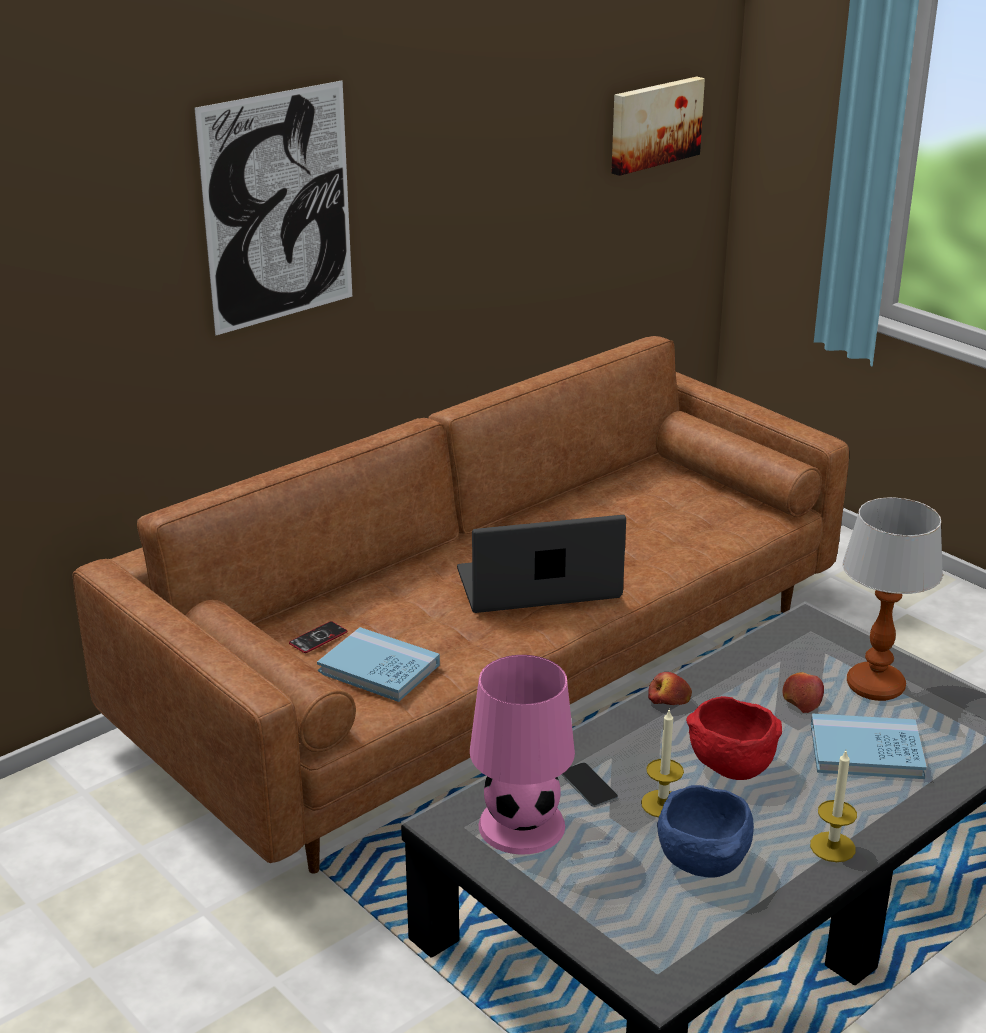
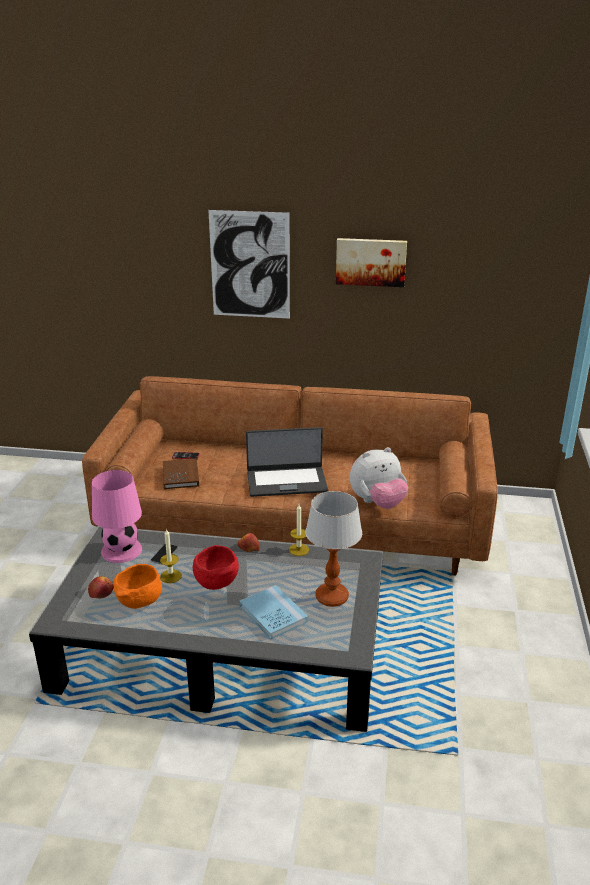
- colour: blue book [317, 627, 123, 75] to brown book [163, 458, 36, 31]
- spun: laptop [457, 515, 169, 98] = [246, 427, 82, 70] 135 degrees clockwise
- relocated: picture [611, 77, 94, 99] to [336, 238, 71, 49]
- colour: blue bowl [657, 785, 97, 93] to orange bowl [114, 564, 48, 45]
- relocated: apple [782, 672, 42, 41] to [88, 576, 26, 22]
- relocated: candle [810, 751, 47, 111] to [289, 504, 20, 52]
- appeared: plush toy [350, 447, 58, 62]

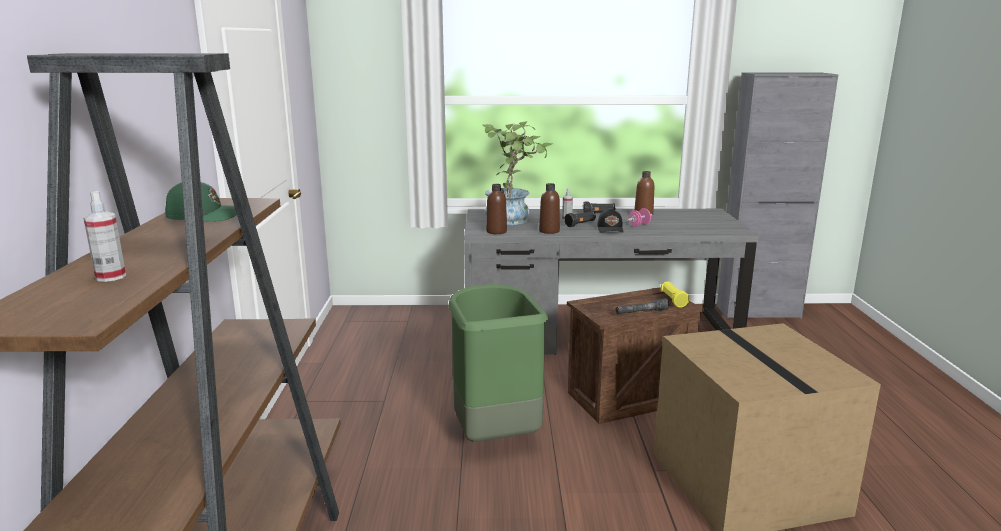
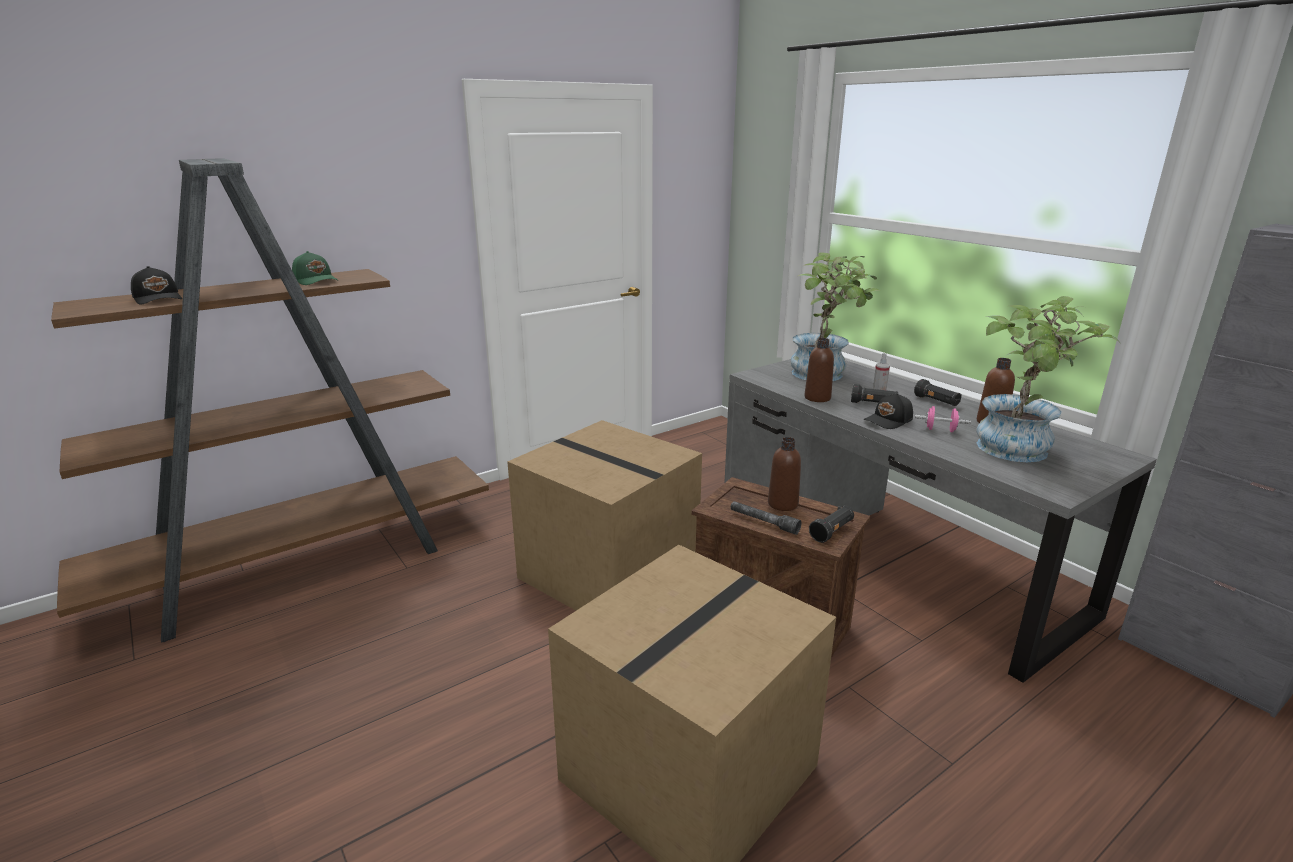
- exchanged: spray bottle [83, 191, 43, 91] to black cap [131, 266, 51, 39]
- exchanged: green trash can [448, 284, 100, 158] to cardboard box [507, 420, 195, 190]
- relocated: brown bottle [486, 184, 21, 50] to [768, 437, 33, 74]
- colour: yellow flashlight [661, 282, 28, 25] to black flashlight [809, 506, 45, 37]
- appeared: potted plant [976, 296, 144, 166]

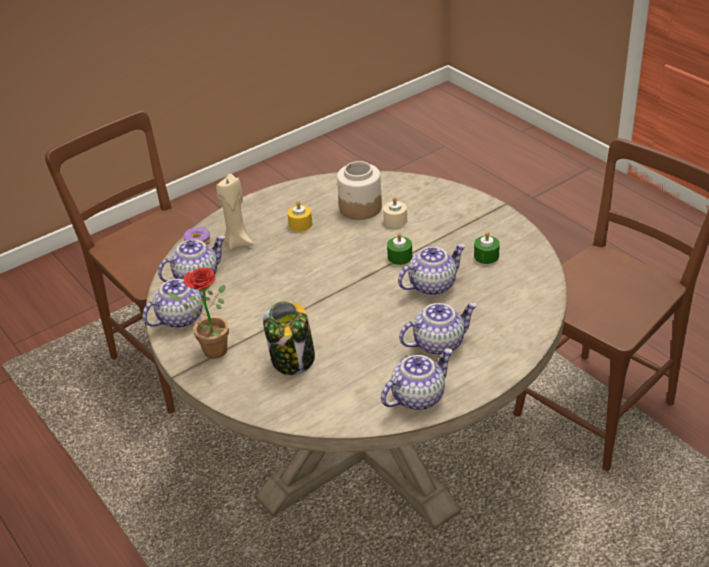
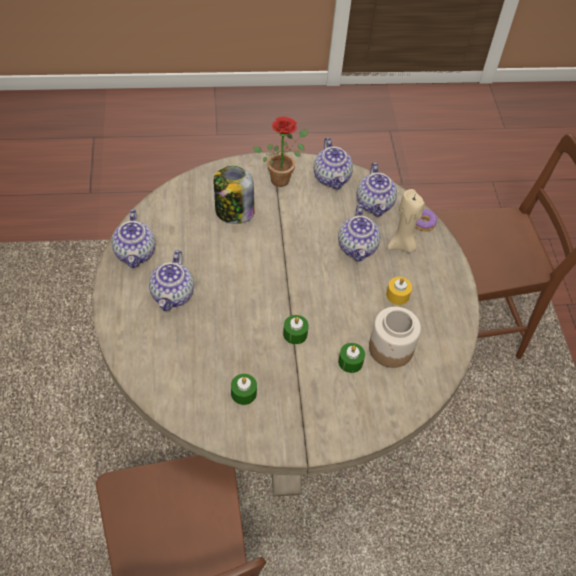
- colour: beige candle [383, 197, 24, 31] to green candle [338, 343, 27, 30]
- relocated: teapot [398, 244, 68, 52] to [338, 205, 42, 57]

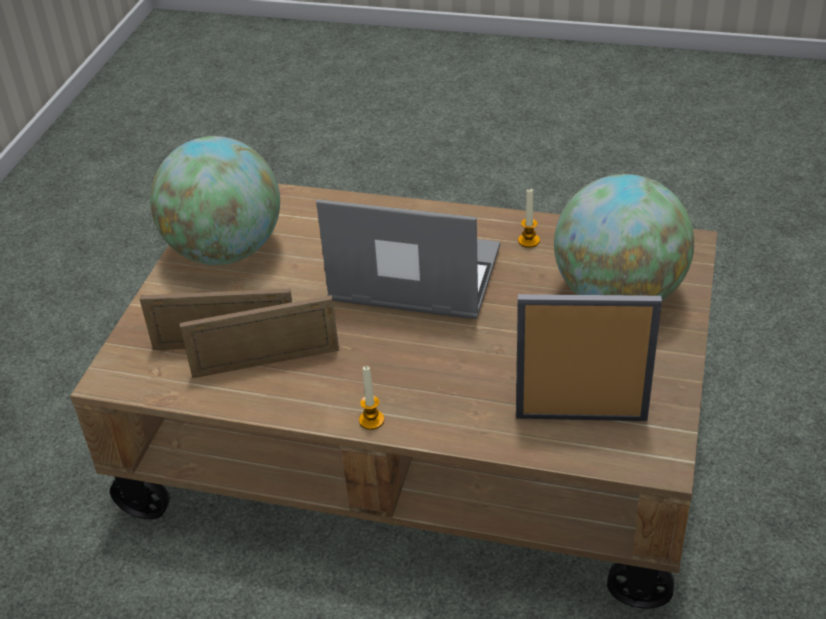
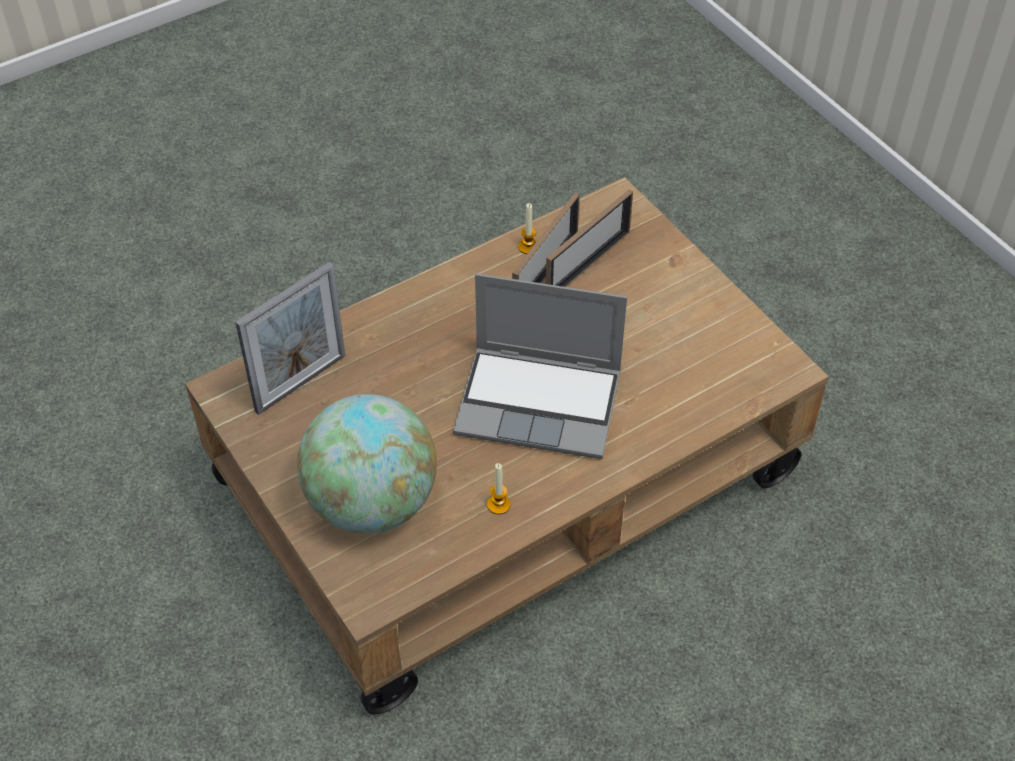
- missing: globe [150, 136, 130, 129]
- spun: laptop [316, 200, 184, 119] = [453, 273, 174, 186] 45 degrees clockwise
- relocated: candle [359, 366, 25, 64] to [518, 203, 18, 51]

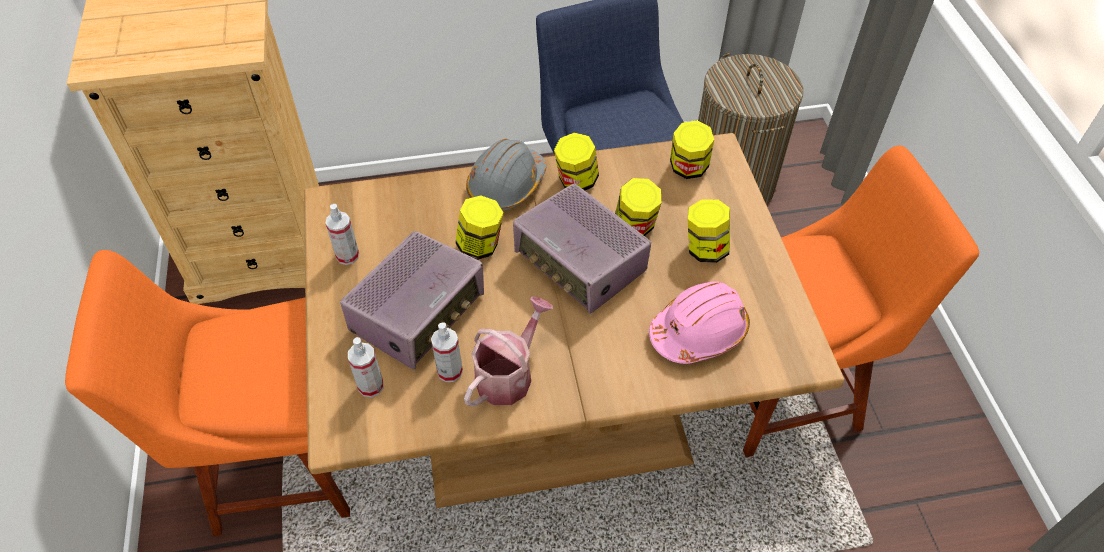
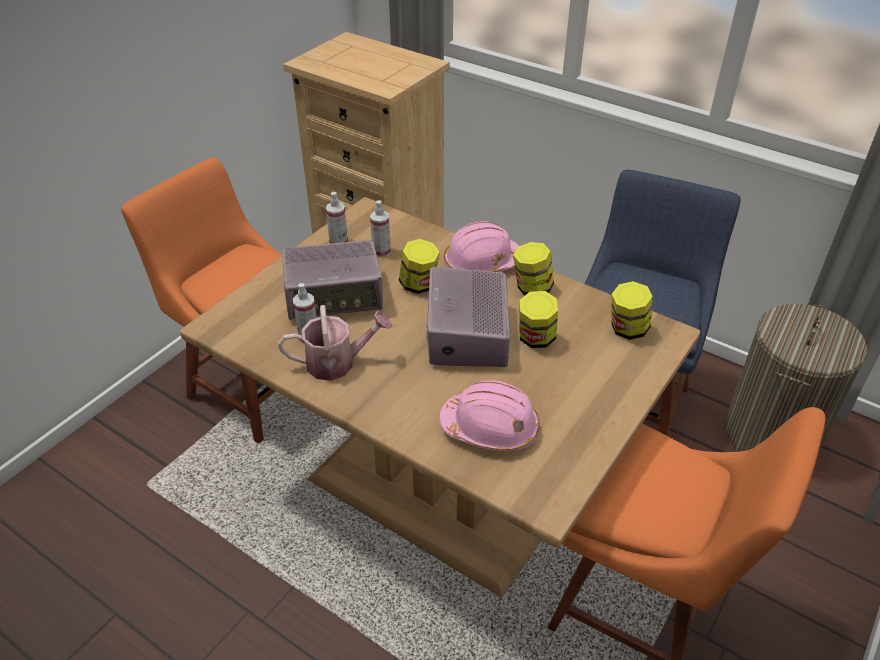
- relocated: spray bottle [348, 337, 36, 60] to [370, 200, 21, 58]
- colour: grey hard hat [466, 139, 80, 71] to pink hard hat [444, 221, 75, 51]
- missing: jar [688, 199, 42, 64]

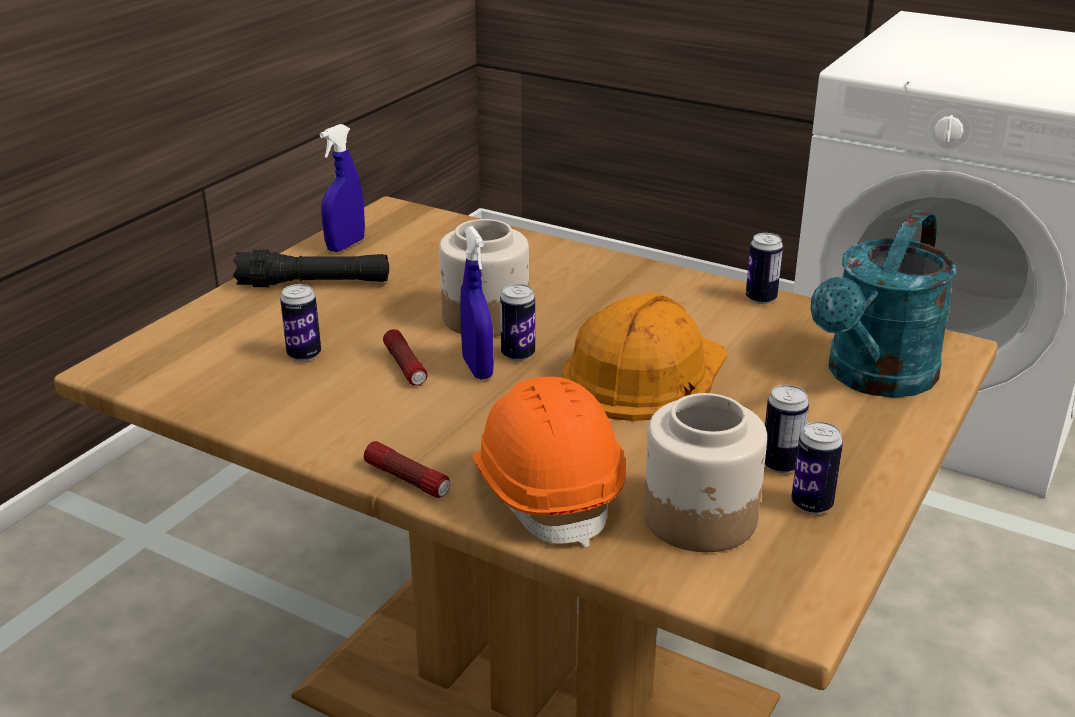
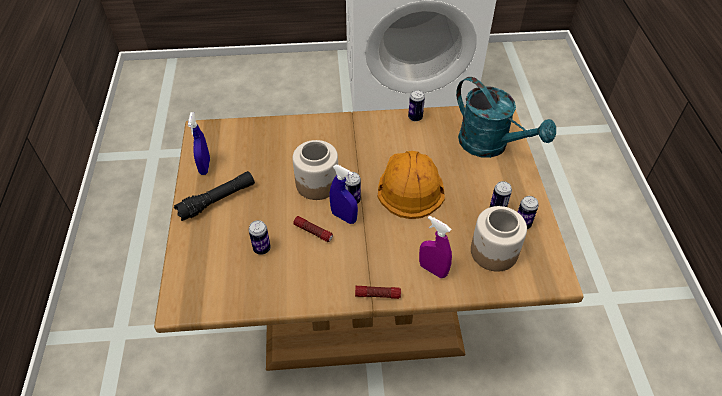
- exchanged: orange hard hat [472, 377, 154, 171] to purple spray bottle [419, 216, 33, 62]
- spun: turquoise watering can [810, 210, 146, 188] = [456, 77, 100, 81] 45 degrees counterclockwise

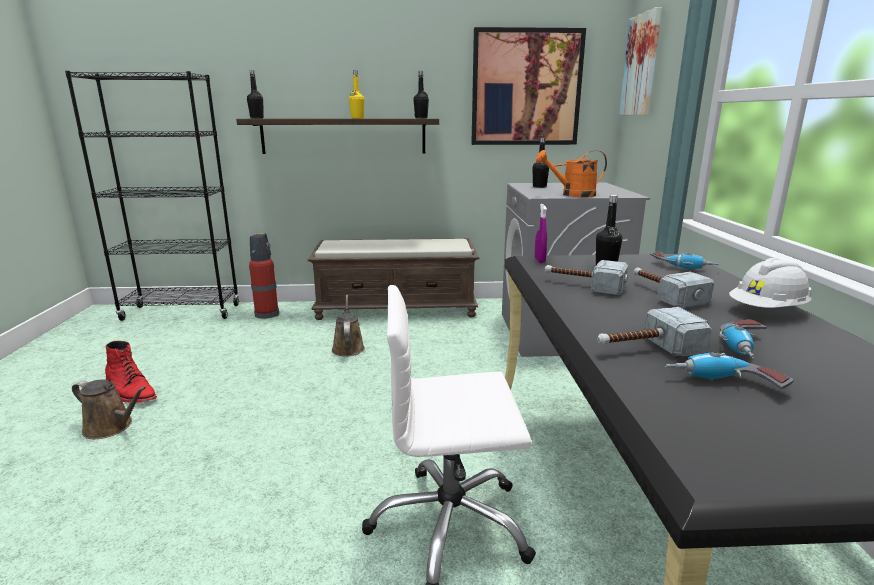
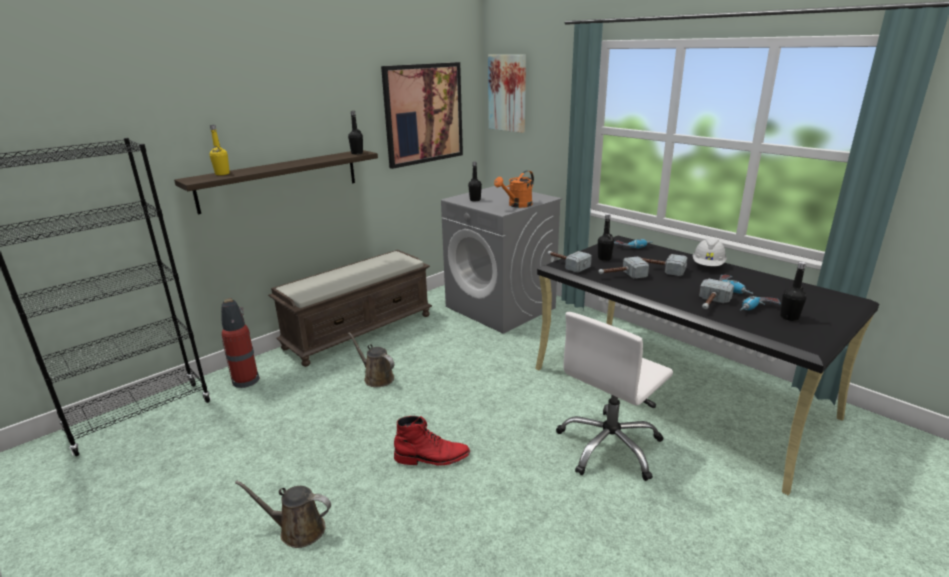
- spun: brown watering can [72, 380, 74, 59] = [235, 480, 96, 68] 150 degrees counterclockwise
- relocated: red boot [105, 341, 52, 62] to [394, 416, 76, 50]
- relocated: black bottle [247, 70, 17, 48] to [780, 262, 26, 59]
- relocated: yellow bottle [349, 70, 16, 48] to [210, 125, 20, 50]
- exchanged: purple spray bottle [535, 204, 12, 59] to hammer [548, 251, 44, 22]

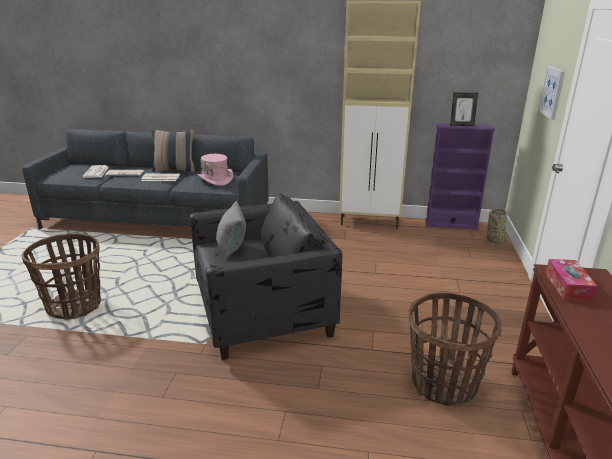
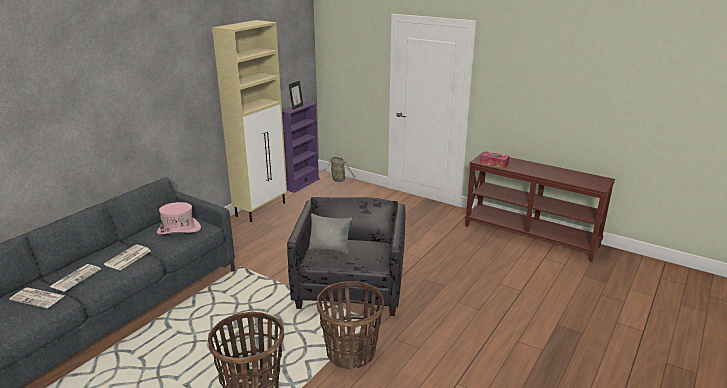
- missing: pillow [152, 130, 43, 42]
- relocated: basket [408, 292, 94, 114] to [317, 281, 67, 89]
- missing: picture [538, 66, 27, 54]

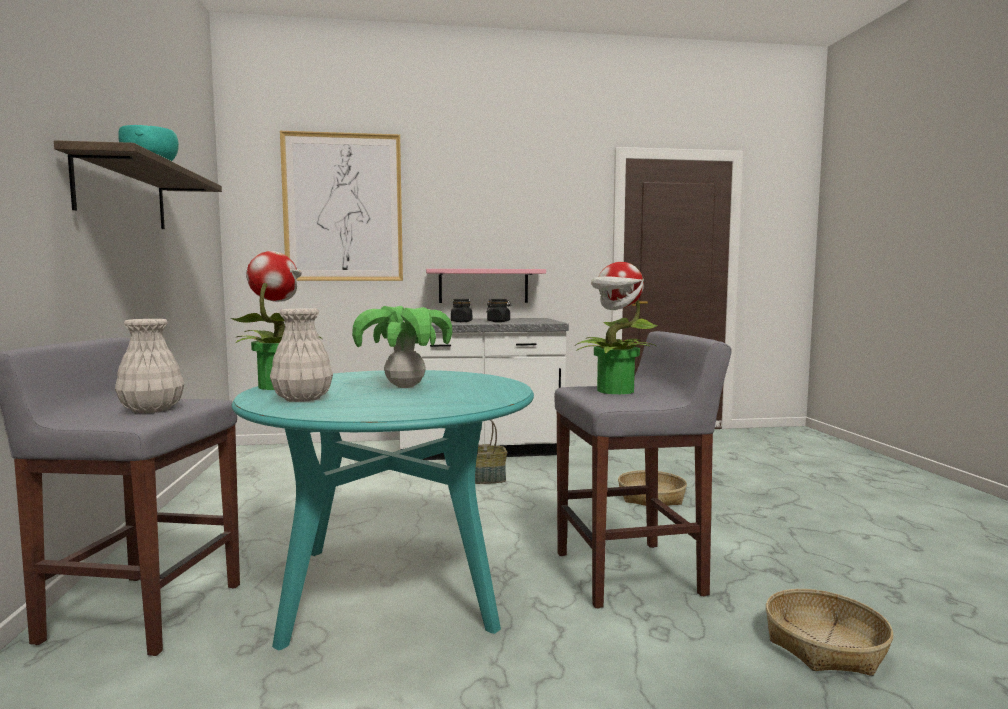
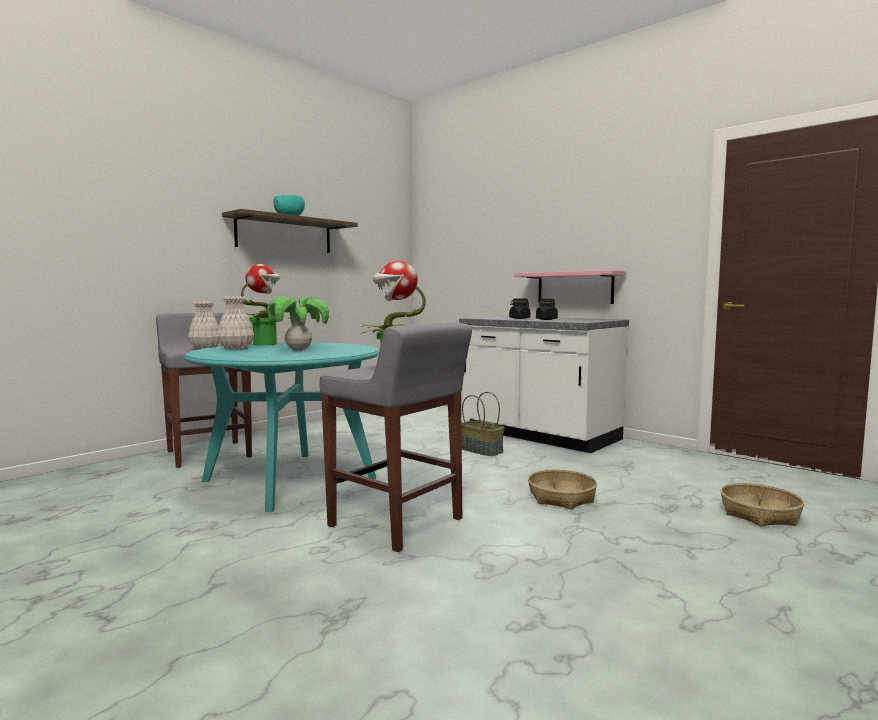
- missing: picture [280, 131, 123, 150]
- relocated: basket [766, 589, 127, 87] to [720, 483, 85, 43]

